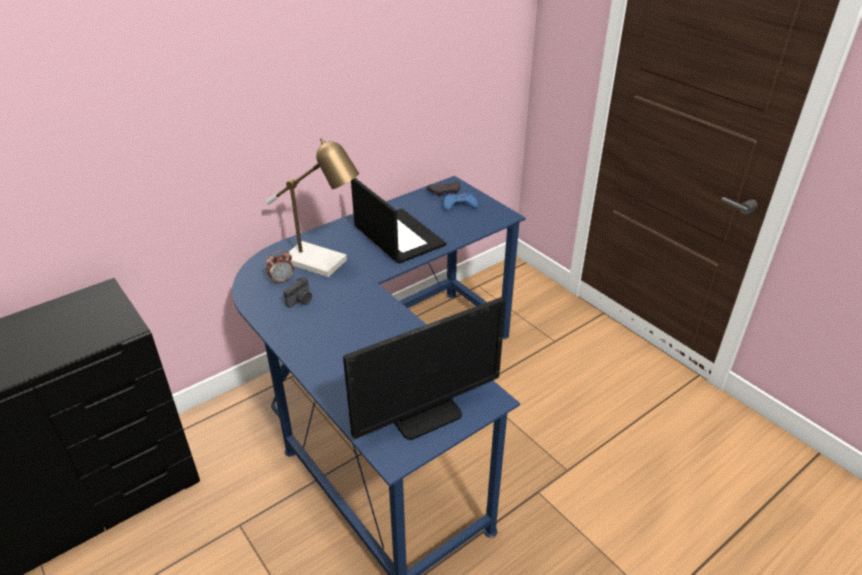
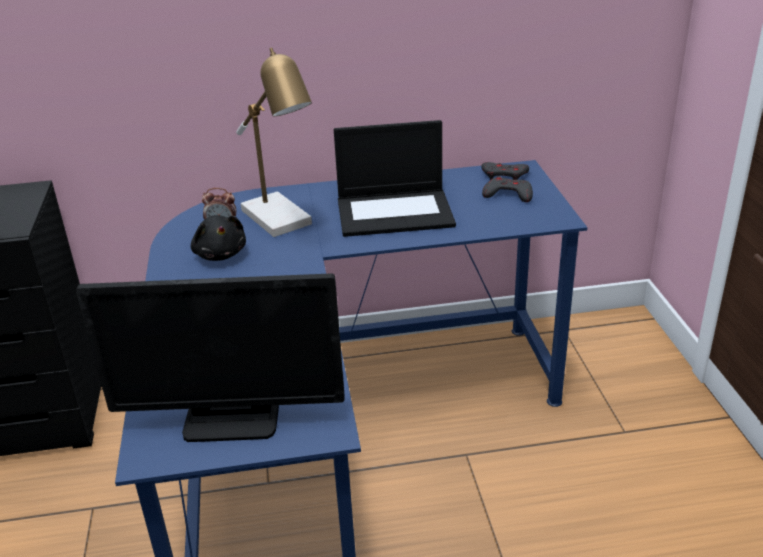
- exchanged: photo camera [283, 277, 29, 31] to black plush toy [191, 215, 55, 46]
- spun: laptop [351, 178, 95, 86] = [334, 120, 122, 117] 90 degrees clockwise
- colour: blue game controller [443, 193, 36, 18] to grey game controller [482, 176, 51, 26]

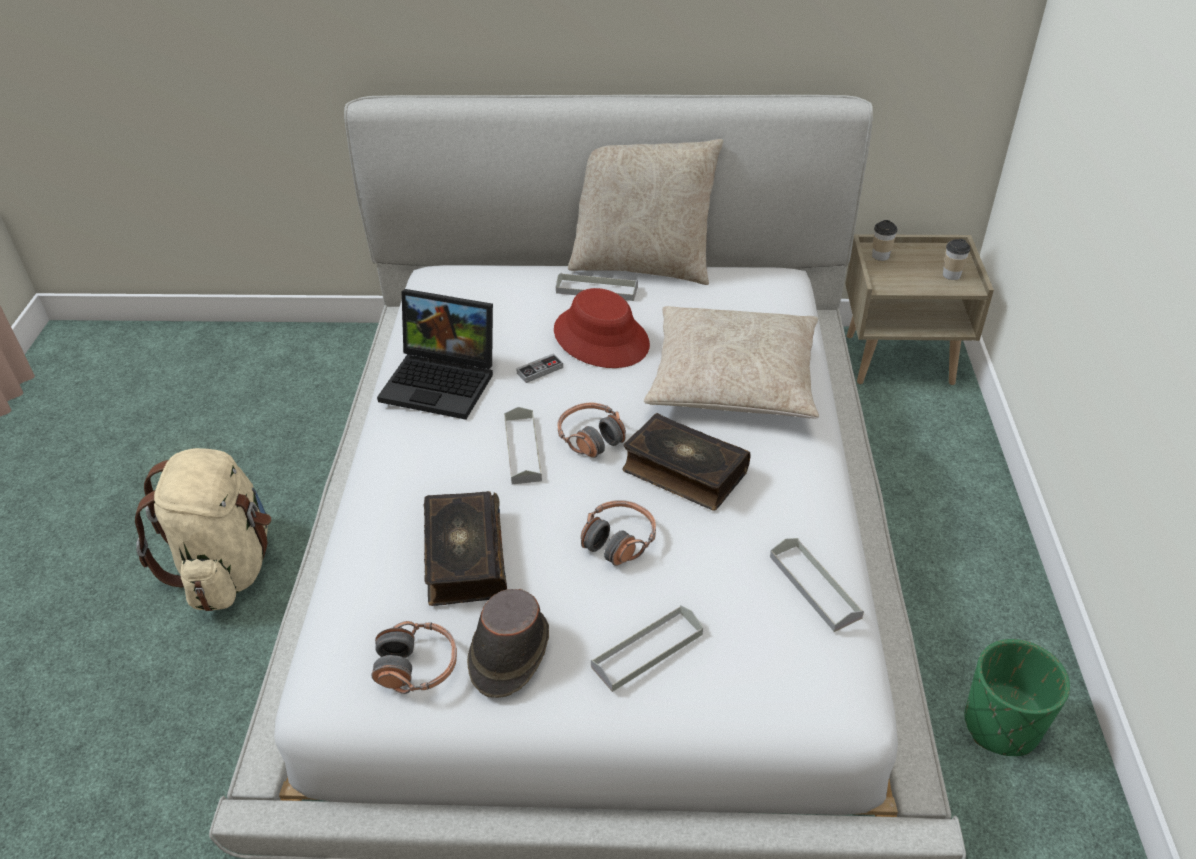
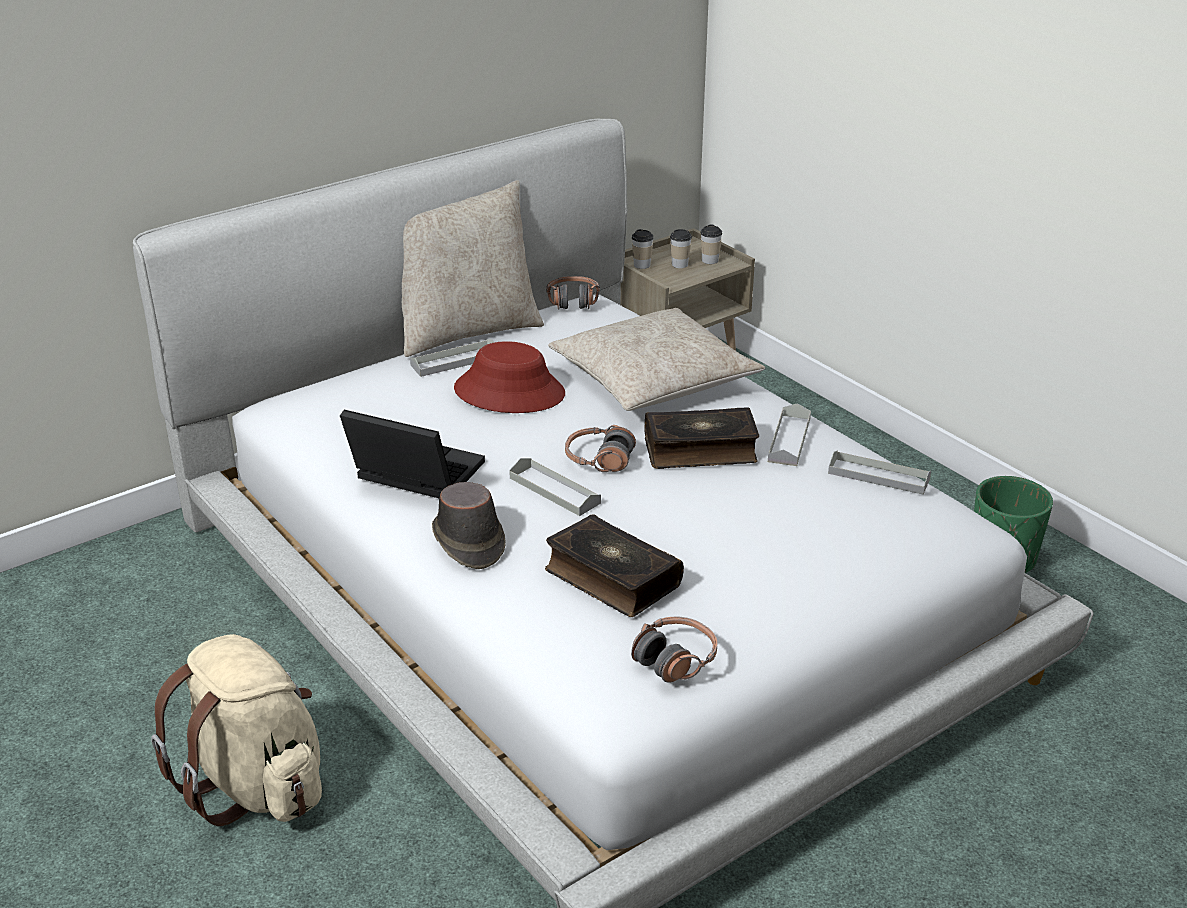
- spun: laptop [377, 289, 116, 131] = [340, 410, 145, 88] 135 degrees counterclockwise
- relocated: brown hat [467, 589, 82, 109] to [432, 482, 73, 87]
- missing: game controller [516, 353, 47, 30]
- relocated: headphones [581, 500, 75, 66] to [546, 276, 54, 34]
- relocated: grey tray [591, 605, 112, 87] to [768, 403, 43, 63]
- appeared: cup [670, 229, 22, 39]

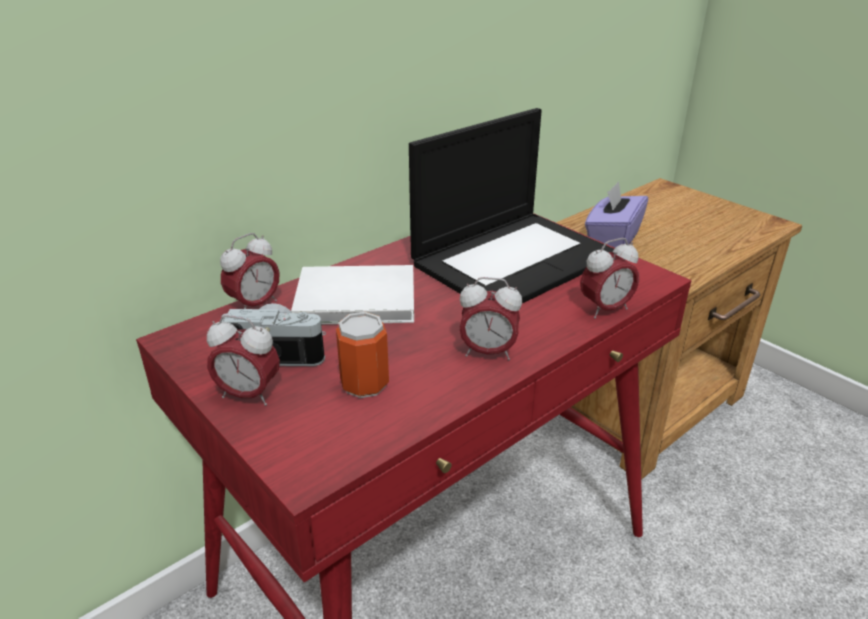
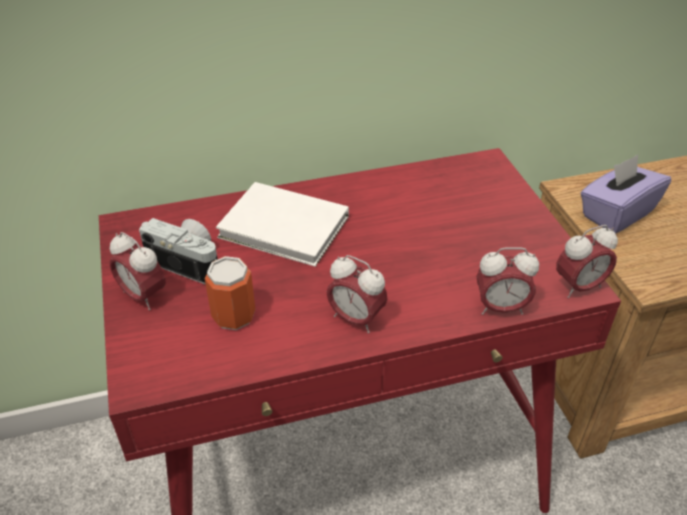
- relocated: alarm clock [220, 233, 60, 76] to [556, 225, 62, 73]
- missing: laptop [409, 108, 205, 195]

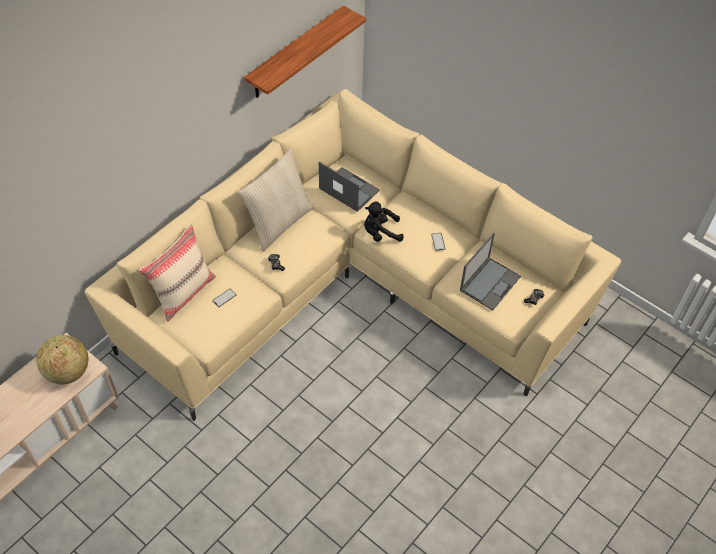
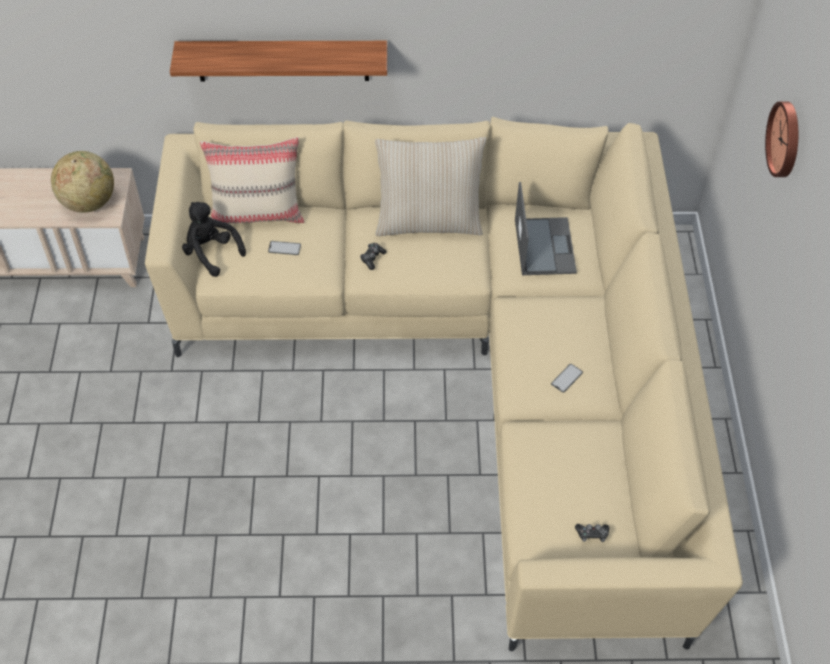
- relocated: shelf [244, 5, 122, 93] to [170, 41, 217, 41]
- relocated: black plush toy [364, 201, 40, 41] to [182, 202, 64, 75]
- missing: laptop [460, 233, 61, 78]
- appeared: wall clock [765, 102, 33, 75]

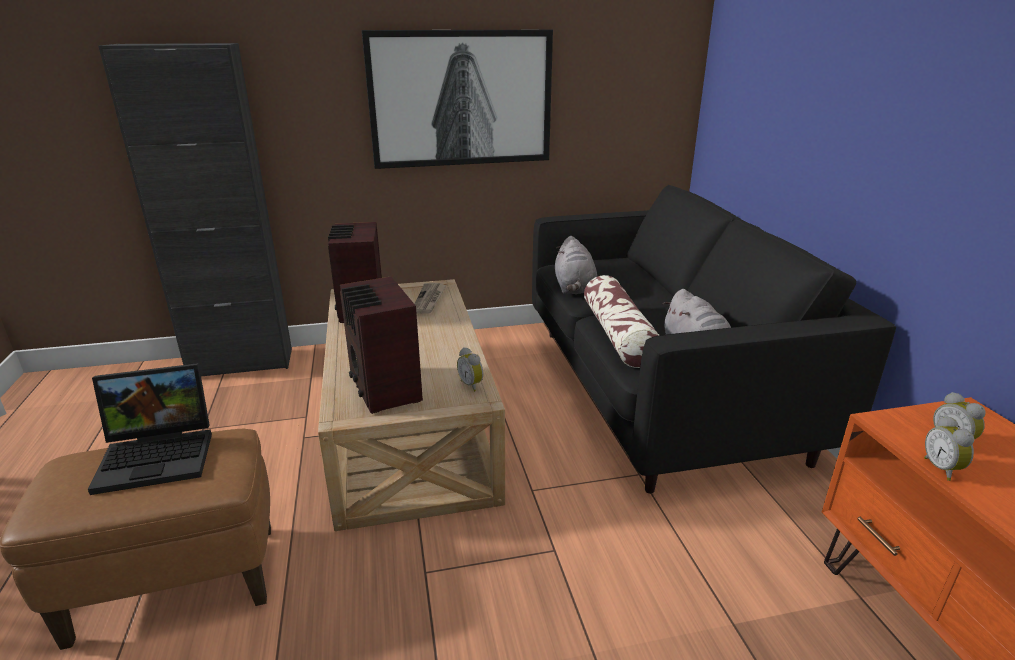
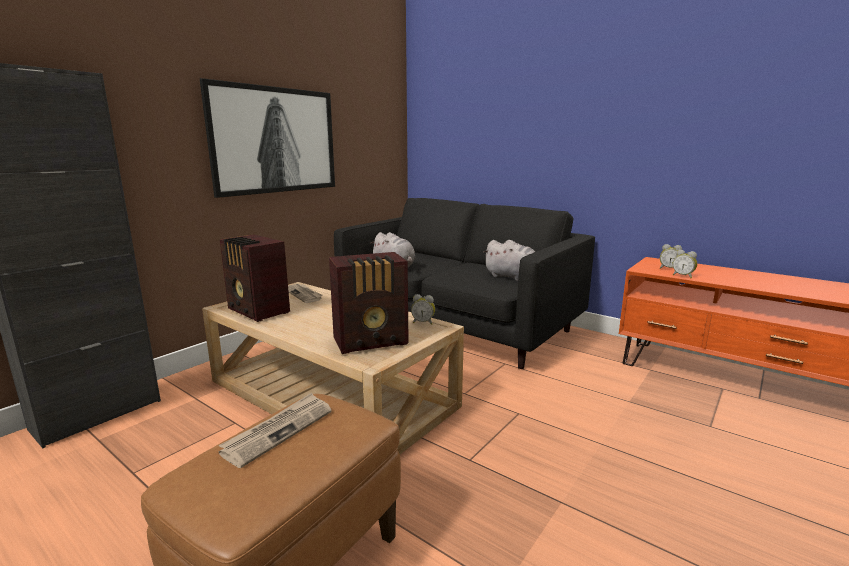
- exchanged: laptop [88, 363, 124, 132] to newspaper [219, 393, 113, 75]
- spun: radio [340, 277, 83, 137] = [329, 252, 80, 102] 45 degrees counterclockwise
- missing: pillow [584, 275, 76, 93]

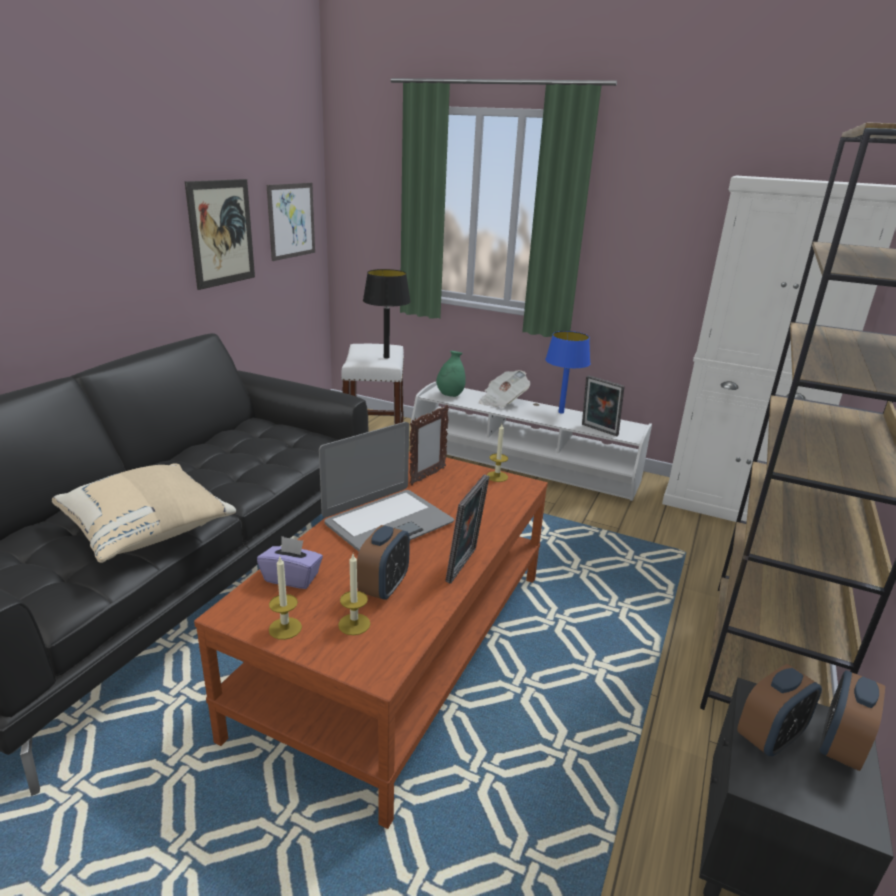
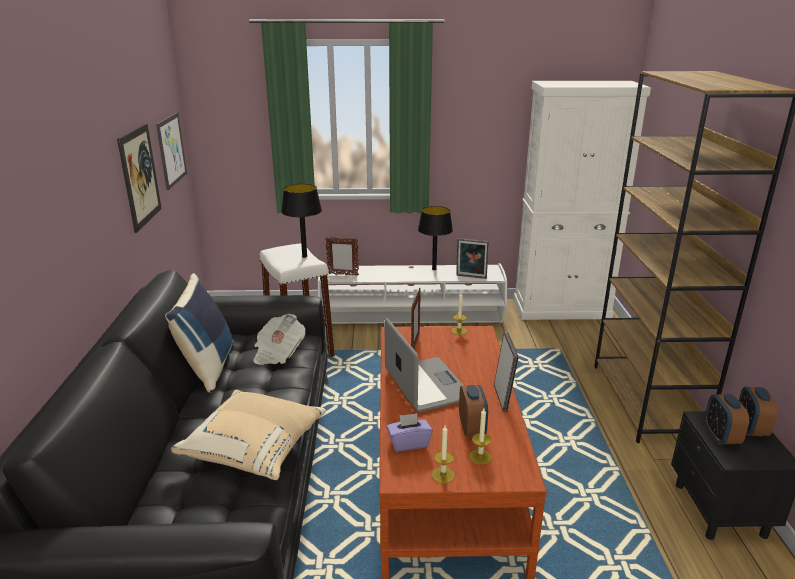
- spun: laptop [319, 422, 135, 130] = [384, 318, 80, 94] 45 degrees counterclockwise
- exchanged: green vase [436, 351, 30, 46] to picture frame [325, 237, 34, 39]
- relocated: newspaper [479, 370, 51, 38] to [253, 314, 52, 51]
- colour: blue table lamp [545, 331, 45, 83] to black table lamp [418, 206, 35, 64]
- spun: alarm clock [737, 664, 85, 93] = [705, 394, 44, 50] 150 degrees clockwise
- appeared: blue pillow [165, 273, 70, 120]

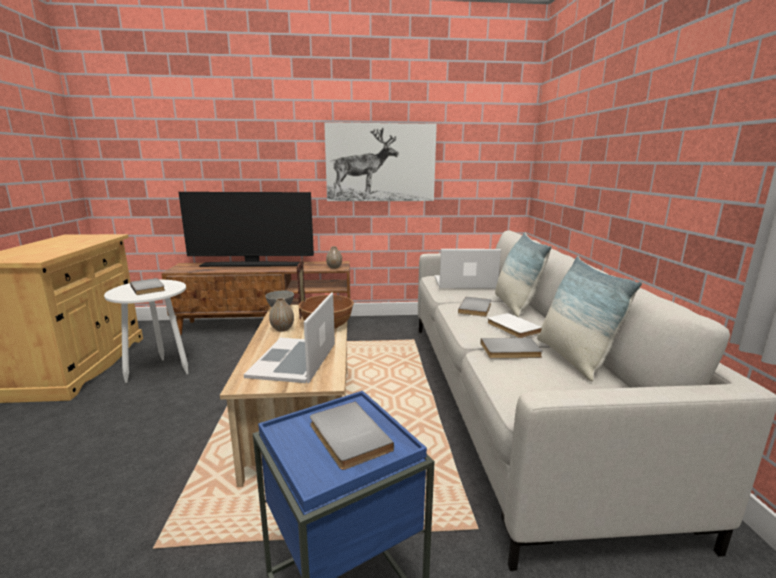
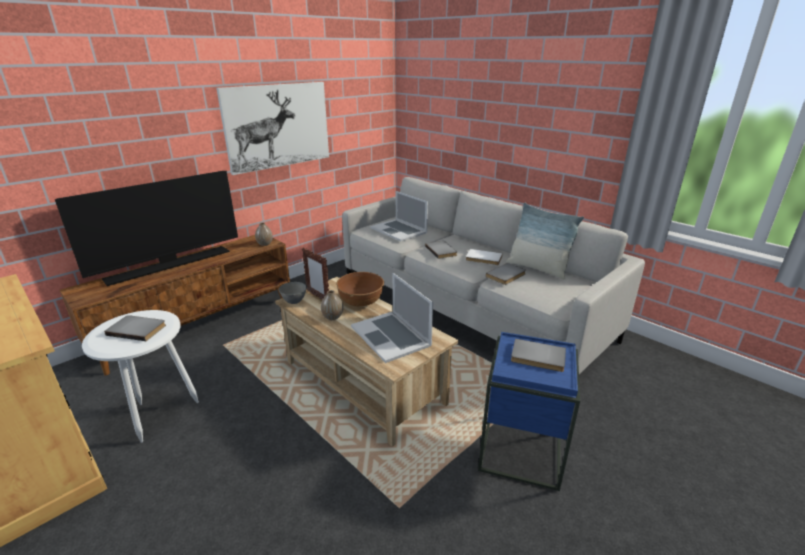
- spun: laptop [435, 249, 66, 40] = [371, 191, 57, 50] 90 degrees counterclockwise
- missing: pillow [495, 232, 57, 85]

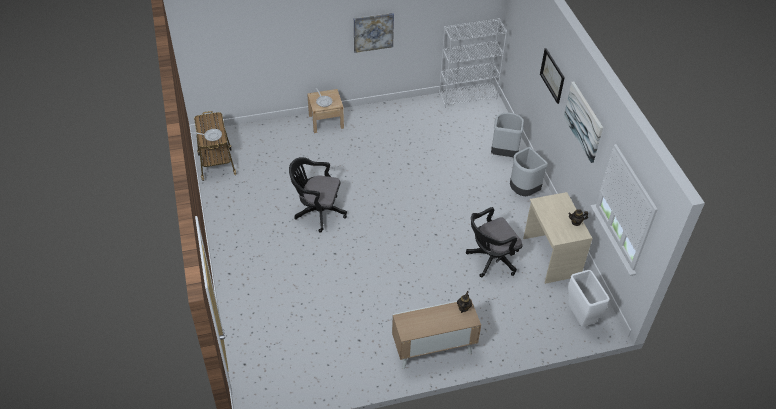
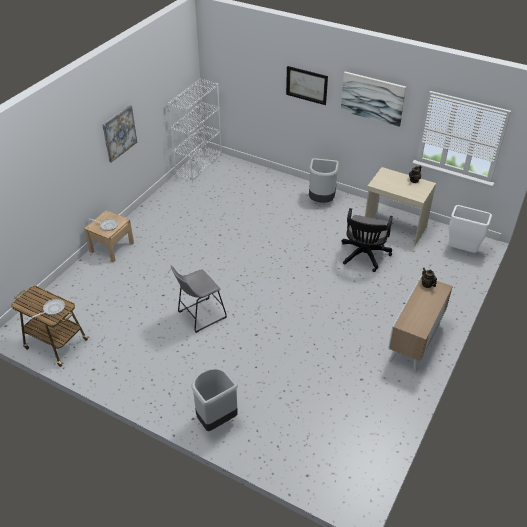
- exchanged: black office chair [289, 157, 58, 75] to grey stool [171, 265, 56, 68]
- relocated: grey trash can [491, 112, 33, 45] to [191, 367, 47, 64]

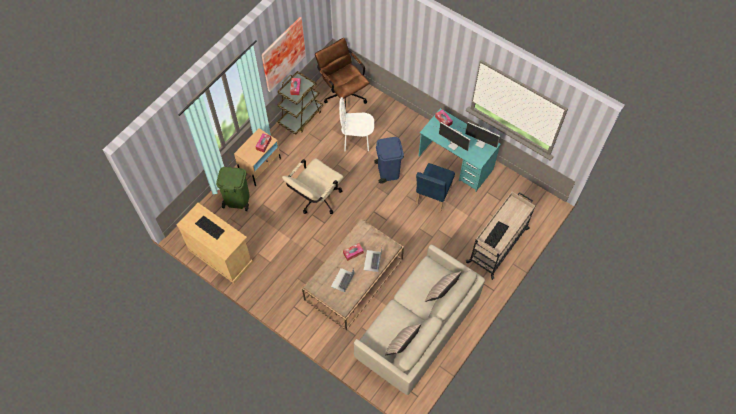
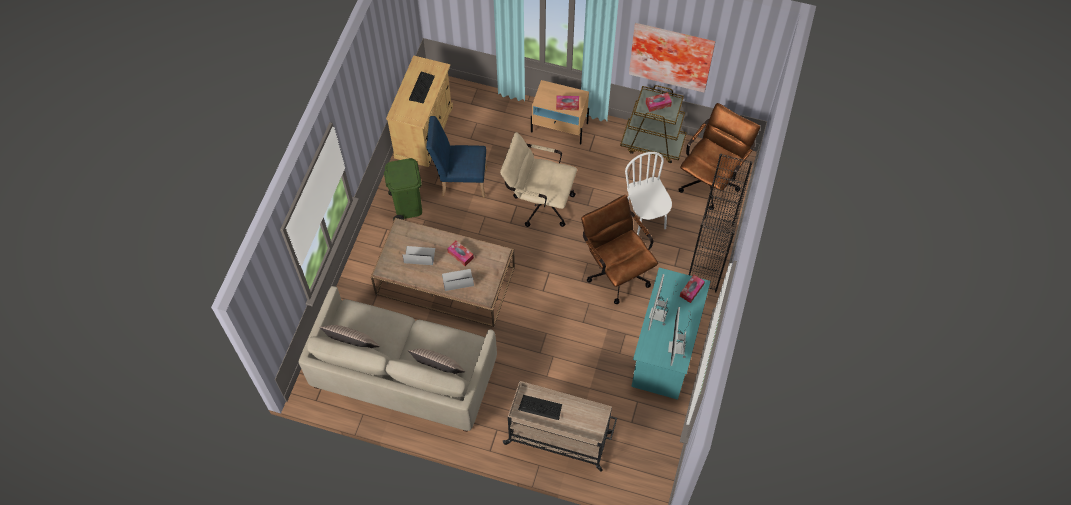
- relocated: green trash can [216, 167, 34, 44] to [384, 158, 38, 63]
- exchanged: blue trash can [374, 137, 30, 47] to brown office chair [581, 195, 77, 109]
- relocated: blue chair [416, 163, 39, 50] to [426, 116, 61, 82]
- appeared: black bookcase [689, 153, 64, 140]

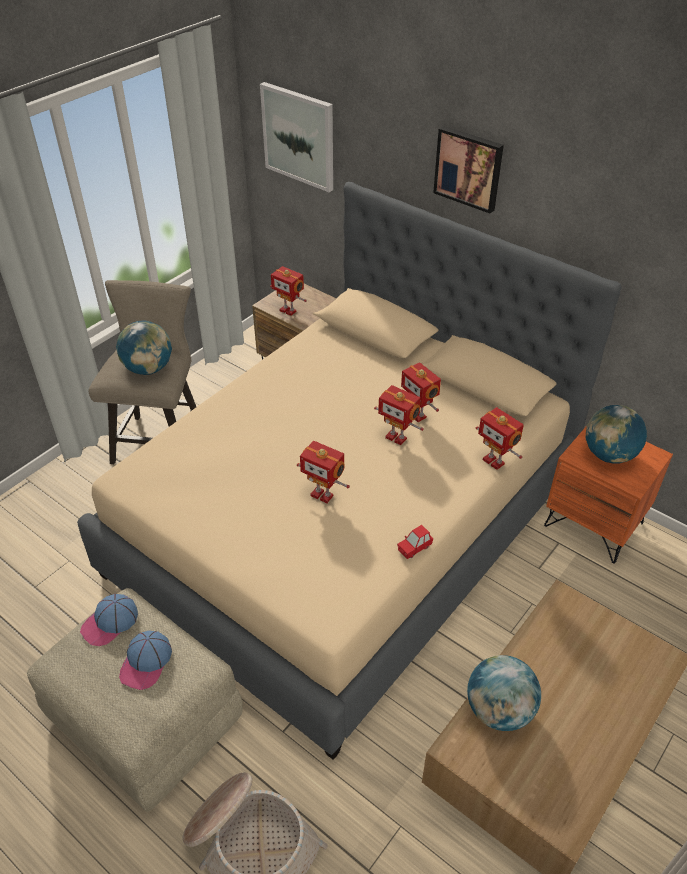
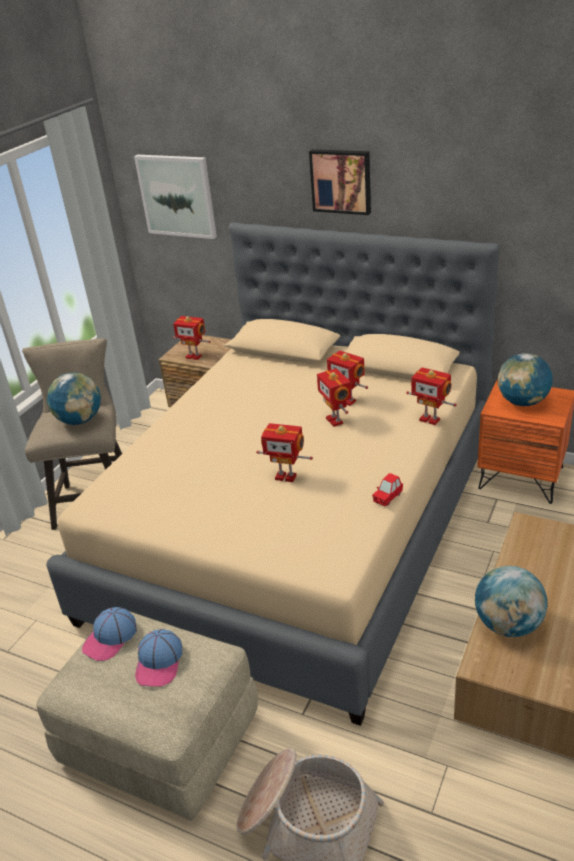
- spun: toy robot [374, 385, 50, 60] = [317, 368, 34, 59] 45 degrees clockwise

